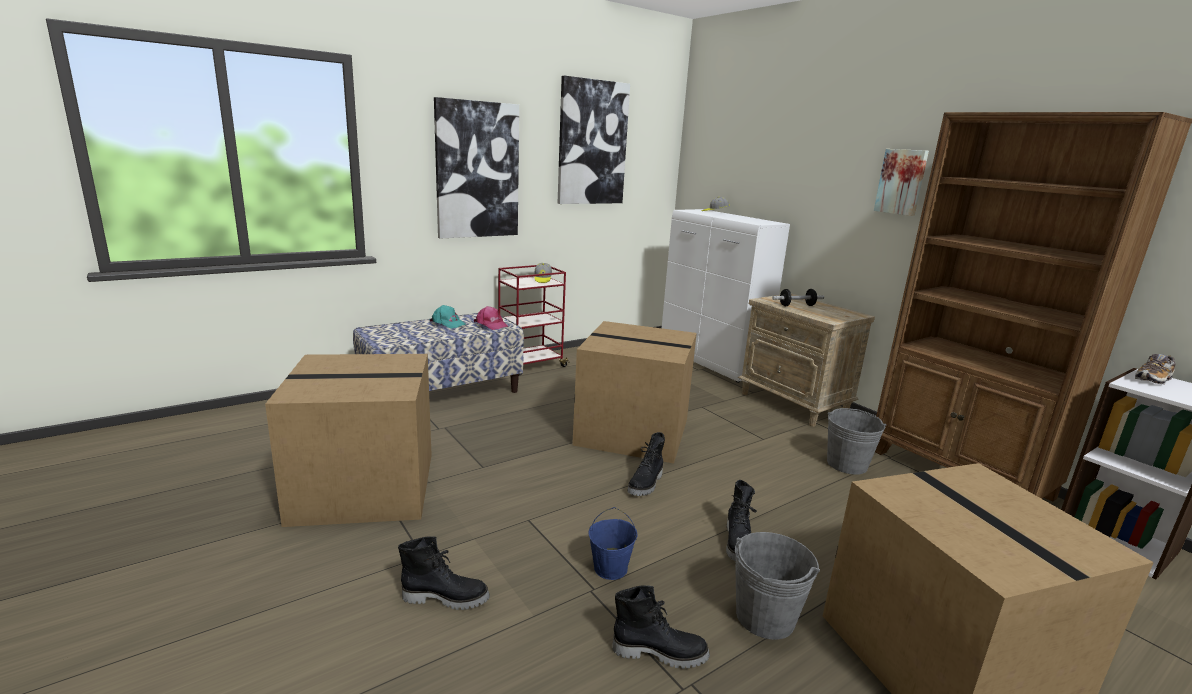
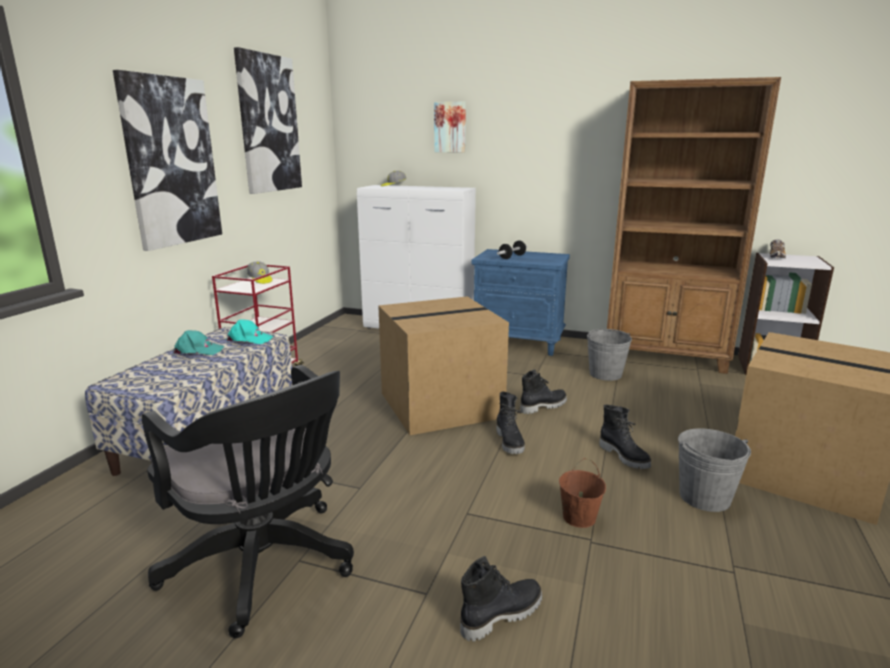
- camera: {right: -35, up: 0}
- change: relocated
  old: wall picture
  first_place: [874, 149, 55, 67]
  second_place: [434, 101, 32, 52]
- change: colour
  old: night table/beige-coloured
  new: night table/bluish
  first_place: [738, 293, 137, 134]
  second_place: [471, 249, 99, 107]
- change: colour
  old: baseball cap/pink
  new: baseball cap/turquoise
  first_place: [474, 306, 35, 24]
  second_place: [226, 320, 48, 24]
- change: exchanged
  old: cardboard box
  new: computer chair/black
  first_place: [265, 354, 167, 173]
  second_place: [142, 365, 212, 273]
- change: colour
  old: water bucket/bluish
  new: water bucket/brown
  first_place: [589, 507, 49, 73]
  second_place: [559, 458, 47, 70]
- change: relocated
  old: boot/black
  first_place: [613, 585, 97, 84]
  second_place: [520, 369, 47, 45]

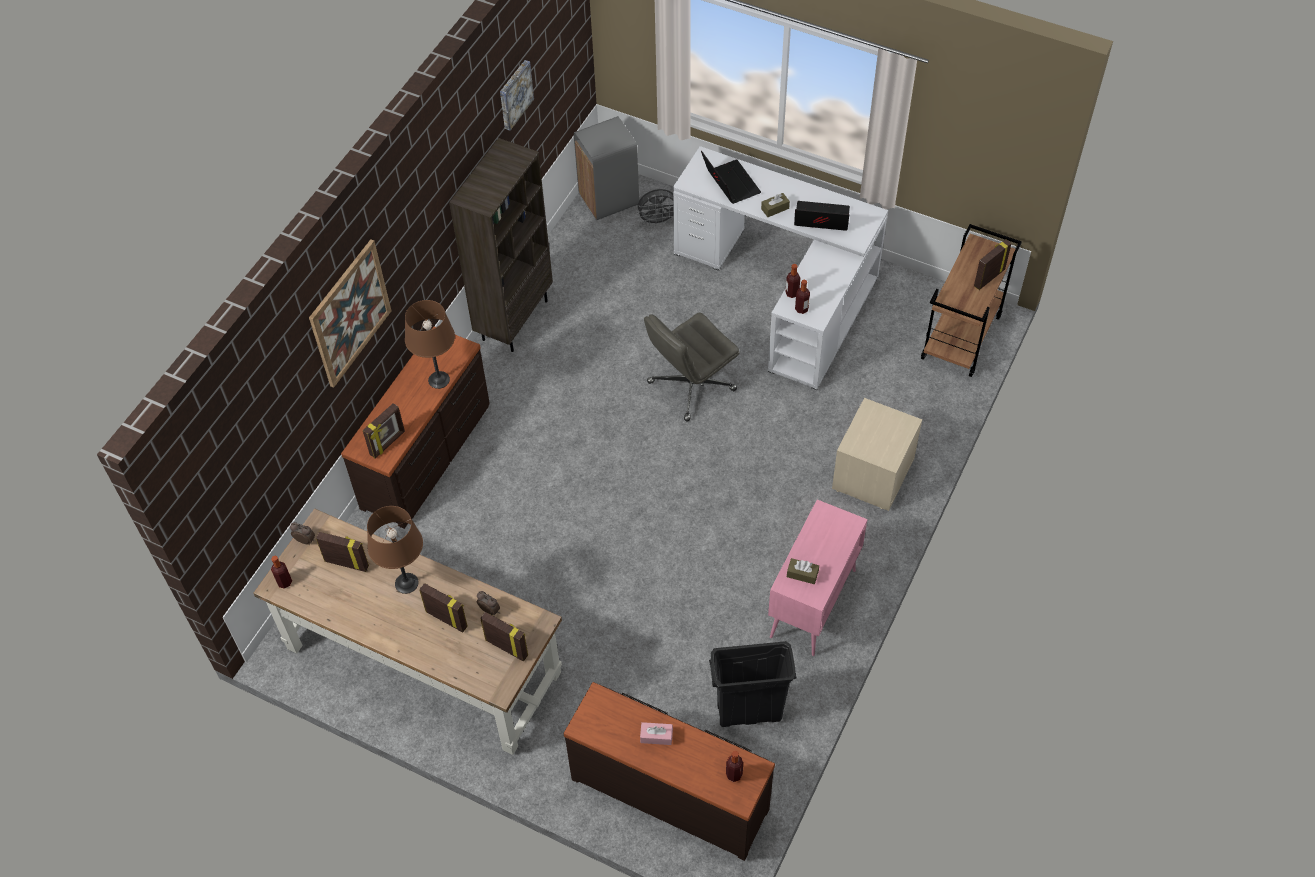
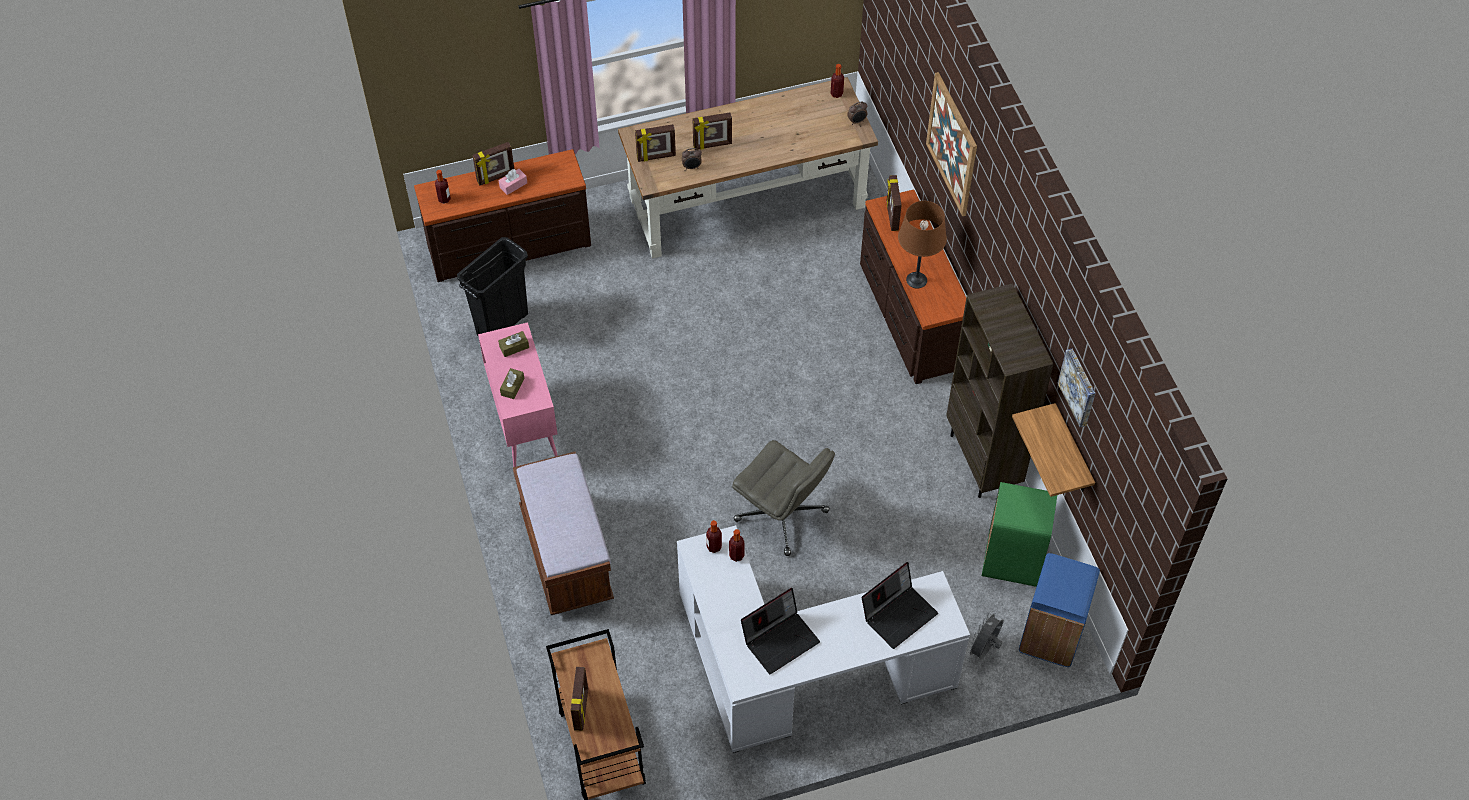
- camera: {right: 135, up: 0}
- change: colour
  old: waste bin/gray
  new: waste bin/bluish
  first_place: [574, 116, 65, 104]
  second_place: [1019, 553, 81, 114]
- change: spun
  old: laptop
  first_place: [701, 150, 60, 54]
  second_place: [862, 562, 76, 87]
  degrees: -60
- change: relocated
  old: tissue holder/brown
  first_place: [761, 193, 29, 24]
  second_place: [500, 368, 24, 31]
- change: spun
  old: computer chair/gray
  first_place: [644, 313, 96, 108]
  second_place: [732, 440, 103, 116]
  degrees: 120
- change: exchanged
  old: night table/beige-coloured
  new: bench/brown
  first_place: [832, 398, 90, 113]
  second_place: [513, 452, 101, 163]
- change: missing
  old: tabletop lamp/brown
  first_place: [367, 506, 56, 88]
- change: relocated
  old: photo frame
  first_place: [316, 532, 53, 40]
  second_place: [472, 142, 42, 44]
- change: appeared
  new: shelf
  second_place: [1012, 403, 83, 94]
- change: appeared
  new: waste bin/green
  second_place: [982, 482, 75, 105]

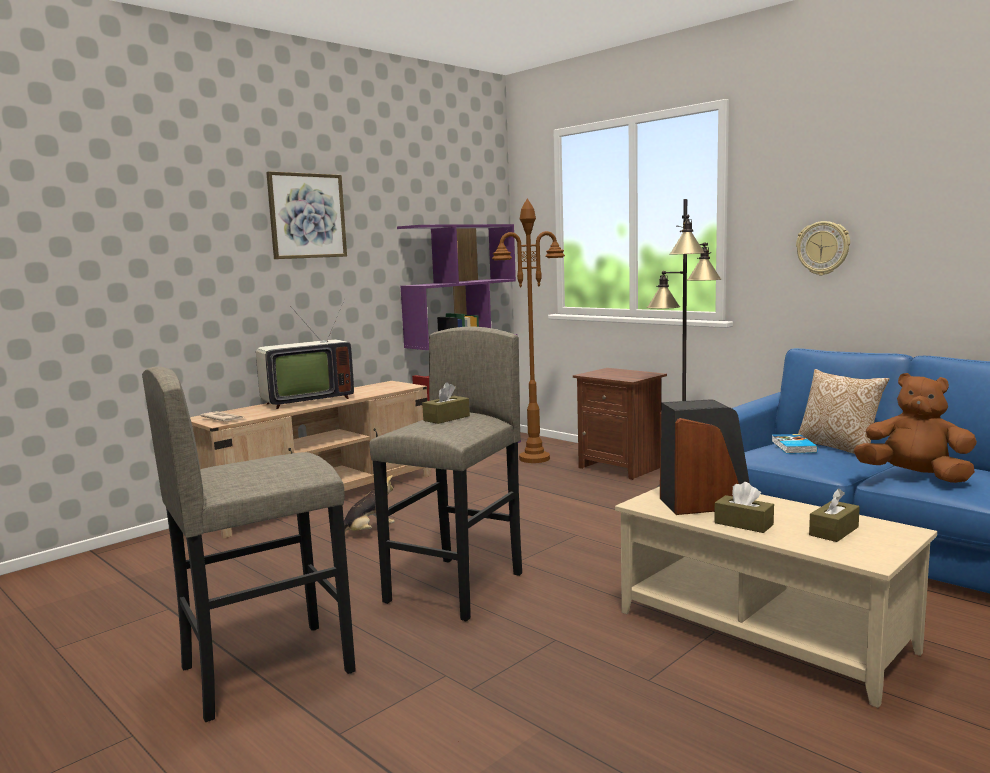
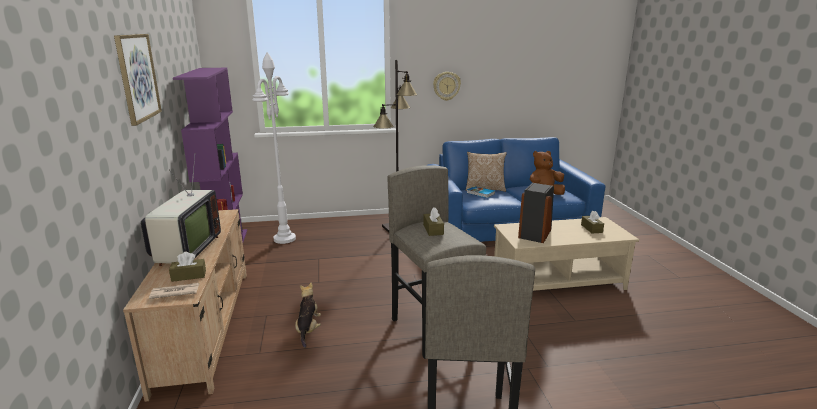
- camera: {right: -55, up: 10}
- change: colour
  old: standing lamp/brown
  new: standing lamp/whitish
  first_place: [492, 198, 73, 265]
  second_place: [252, 52, 44, 192]
- change: missing
  old: night table/brown
  first_place: [573, 368, 94, 112]
- change: relocated
  old: tissue holder/brown
  first_place: [714, 482, 60, 51]
  second_place: [169, 252, 37, 30]

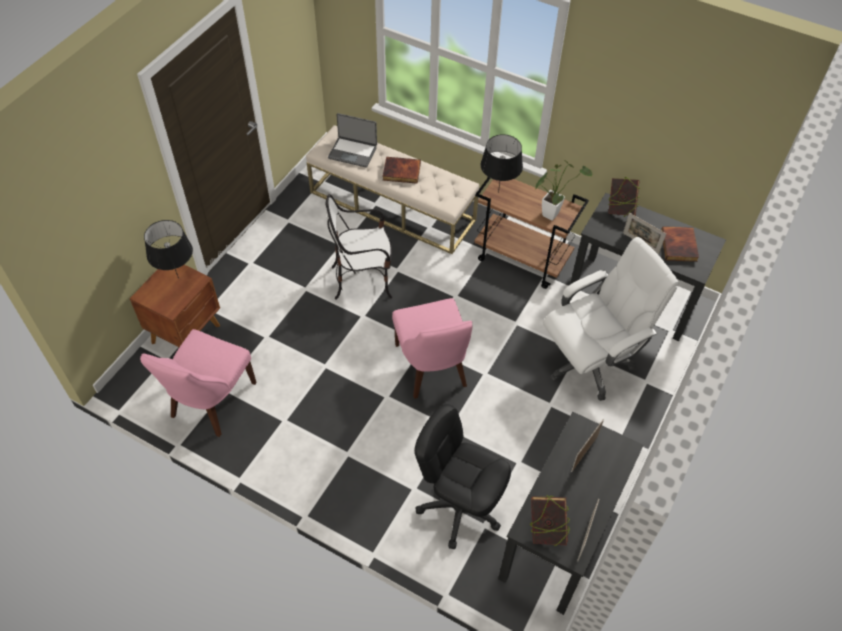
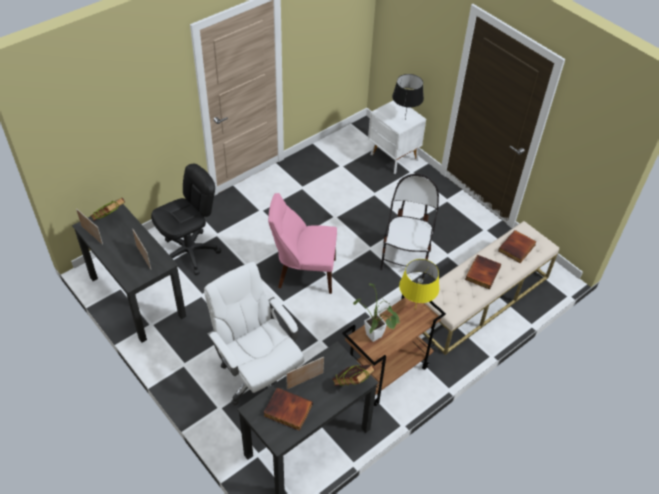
- camera: {right: 110, up: -5}
- change: exchanged
  old: laptop
  new: bound book
  first_place: [328, 113, 49, 55]
  second_place: [498, 230, 38, 33]
- change: colour
  old: tabletop lamp/black
  new: tabletop lamp/yellow
  first_place: [481, 134, 42, 59]
  second_place: [399, 259, 40, 50]
- change: spun
  old: computer chair/whitish
  first_place: [543, 237, 136, 164]
  second_place: [204, 262, 100, 143]
  degrees: 150
- change: colour
  old: night table/brown
  new: night table/whitish
  first_place: [130, 265, 90, 82]
  second_place: [368, 100, 58, 74]
- change: missing
  old: chair/pink
  first_place: [140, 329, 116, 108]

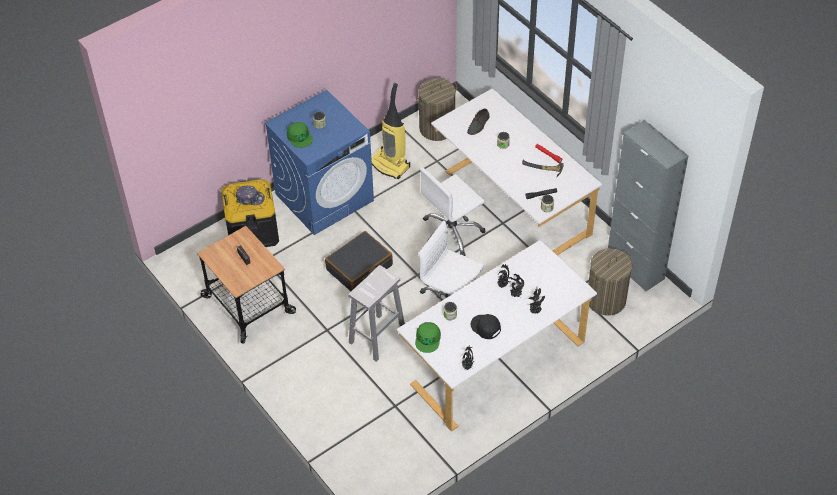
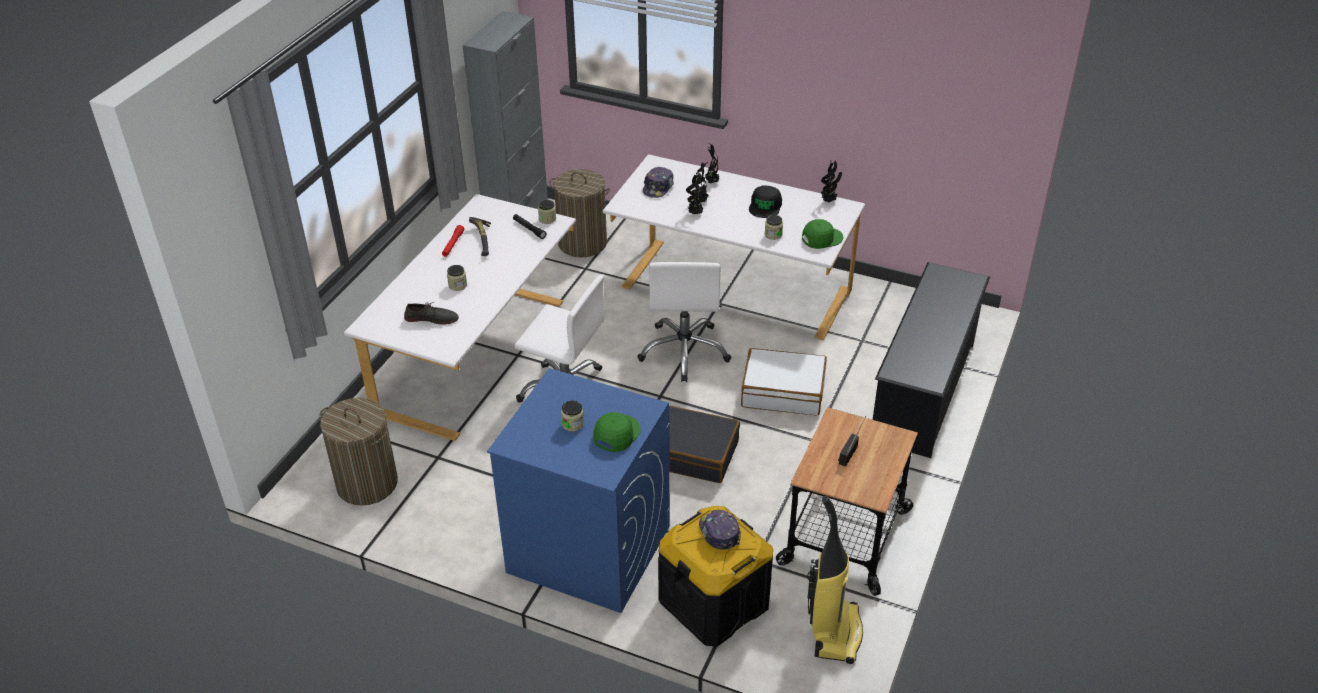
- camera: {right: -120, up: -10}
- change: relocated
  old: vacuum cleaner
  first_place: [371, 83, 39, 96]
  second_place: [807, 496, 56, 168]
- change: exchanged
  old: sitting stool/whitish
  new: suitcase/whitish
  first_place: [348, 265, 57, 97]
  second_place: [741, 348, 86, 67]
- change: appeared
  new: baseball cap
  second_place: [643, 167, 31, 31]
- change: appeared
  new: shoe shelf/black
  second_place: [873, 262, 117, 196]

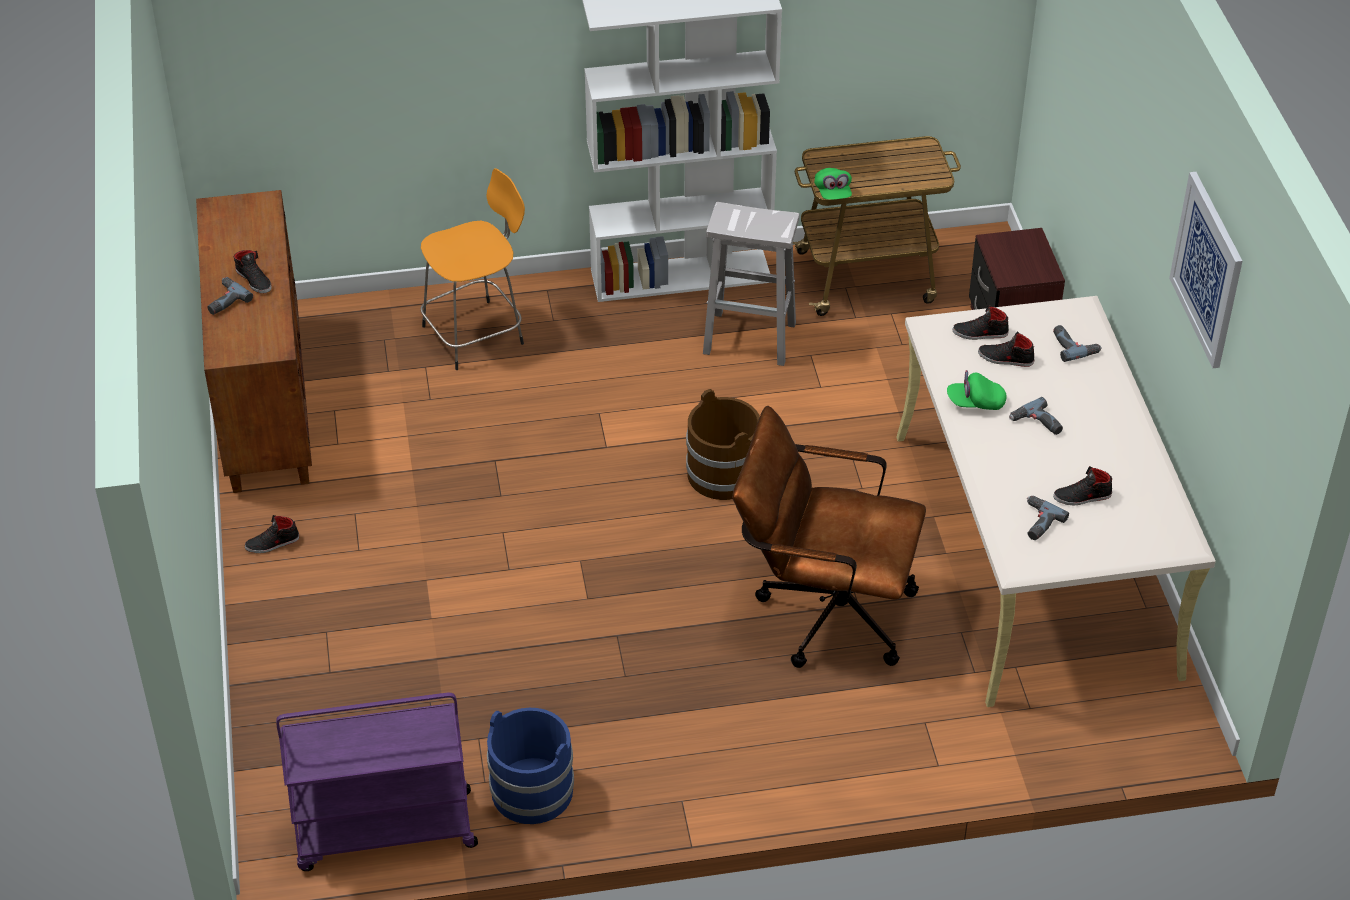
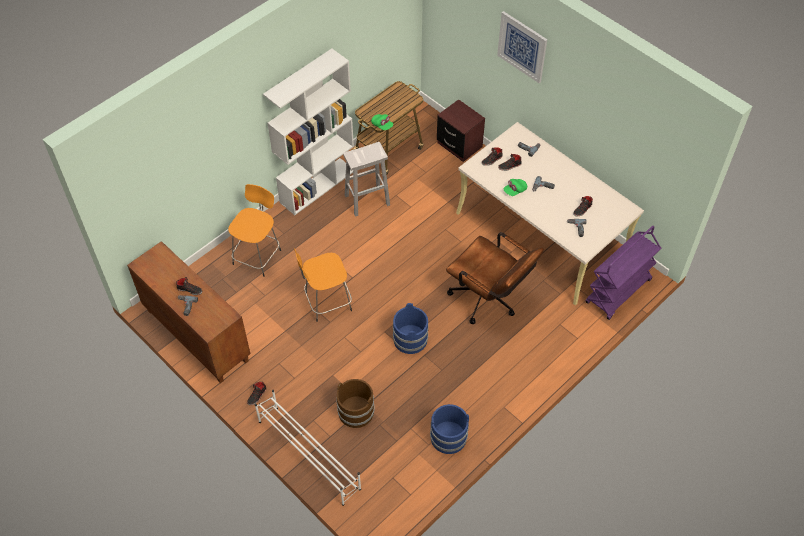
- camera: {right: -35, up: 10}
- change: relocated
  old: wall picture
  first_place: [1169, 172, 73, 196]
  second_place: [497, 11, 50, 72]
- change: relocated
  old: water bucket/brown
  first_place: [686, 389, 74, 111]
  second_place: [336, 379, 38, 49]
- change: spun
  old: computer chair/brown
  first_place: [732, 406, 194, 262]
  second_place: [446, 232, 98, 92]
  degrees: -120
- change: relocated
  old: wheeled cart/purple-coloured
  first_place: [276, 693, 202, 178]
  second_place: [585, 226, 76, 94]
- change: appeared
  new: sitting stool/orangey
  second_place: [294, 248, 58, 74]
- change: appeared
  new: water bucket/bluish
  second_place: [393, 303, 36, 51]
- change: appeared
  new: shoe shelf/whitish
  second_place: [255, 390, 106, 116]

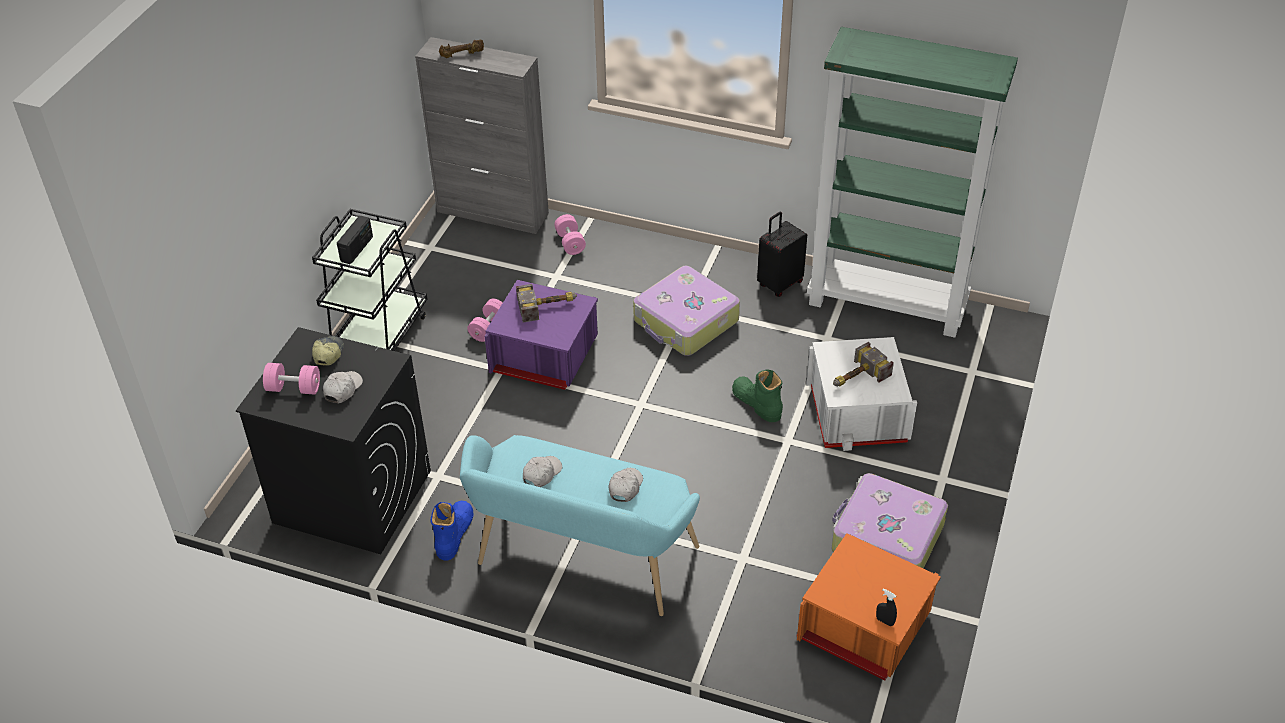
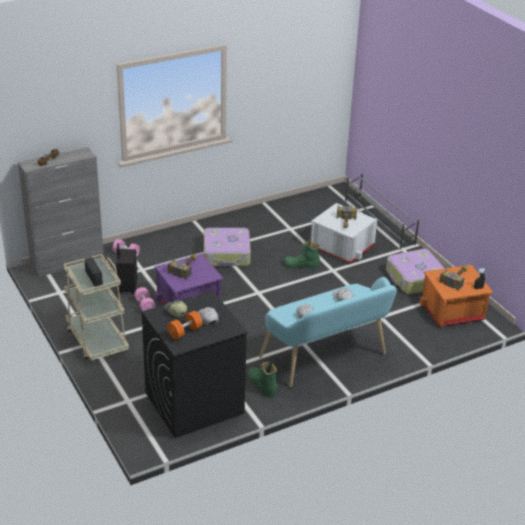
- camera: {right: -50, up: -10}
- change: missing
  old: bookshelf/green
  first_place: [807, 27, 211, 311]
- change: colour
  old: wheeled cart/black
  new: wheeled cart/beige-coloured
  first_place: [312, 209, 115, 142]
  second_place: [64, 254, 65, 107]
- change: relocated
  old: suitcase/black
  first_place: [757, 212, 50, 85]
  second_place: [116, 243, 21, 51]
- change: colour
  old: free weight/pink
  new: free weight/orangey
  first_place: [263, 363, 57, 31]
  second_place: [167, 311, 36, 28]
- change: colour
  old: boot/bluish
  new: boot/green
  first_place: [431, 501, 42, 60]
  second_place: [248, 361, 29, 36]
- change: appeared
  new: shoe shelf/gray
  second_place: [345, 173, 74, 77]
- change: appeared
  new: tool hammer
  second_place: [439, 266, 29, 24]

